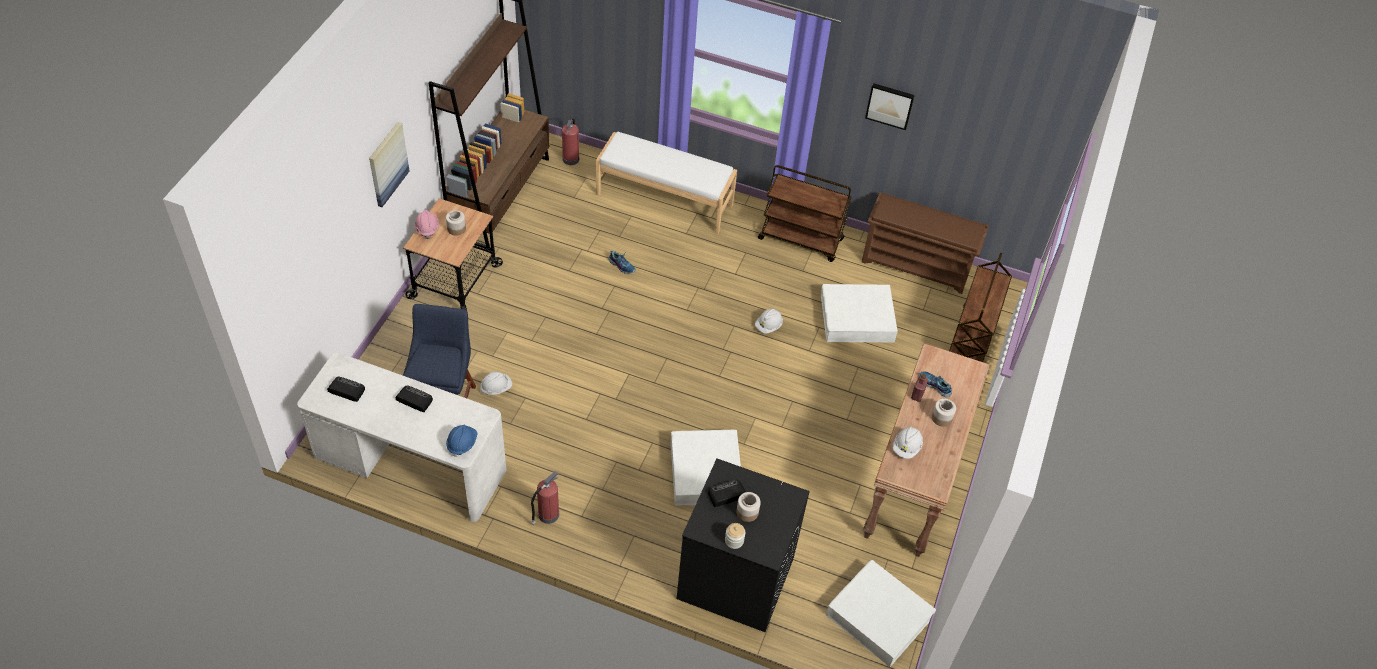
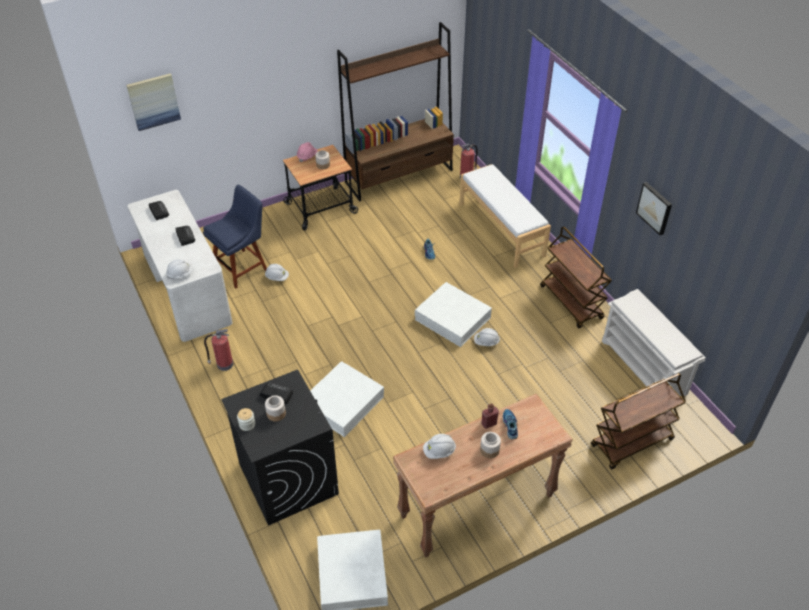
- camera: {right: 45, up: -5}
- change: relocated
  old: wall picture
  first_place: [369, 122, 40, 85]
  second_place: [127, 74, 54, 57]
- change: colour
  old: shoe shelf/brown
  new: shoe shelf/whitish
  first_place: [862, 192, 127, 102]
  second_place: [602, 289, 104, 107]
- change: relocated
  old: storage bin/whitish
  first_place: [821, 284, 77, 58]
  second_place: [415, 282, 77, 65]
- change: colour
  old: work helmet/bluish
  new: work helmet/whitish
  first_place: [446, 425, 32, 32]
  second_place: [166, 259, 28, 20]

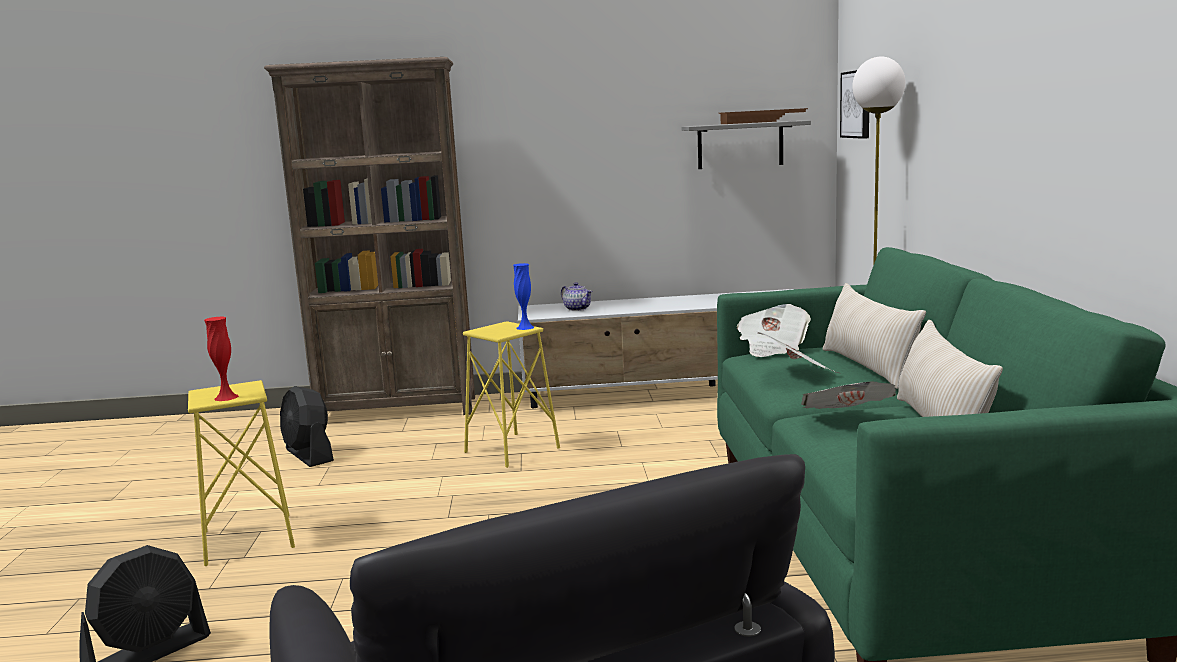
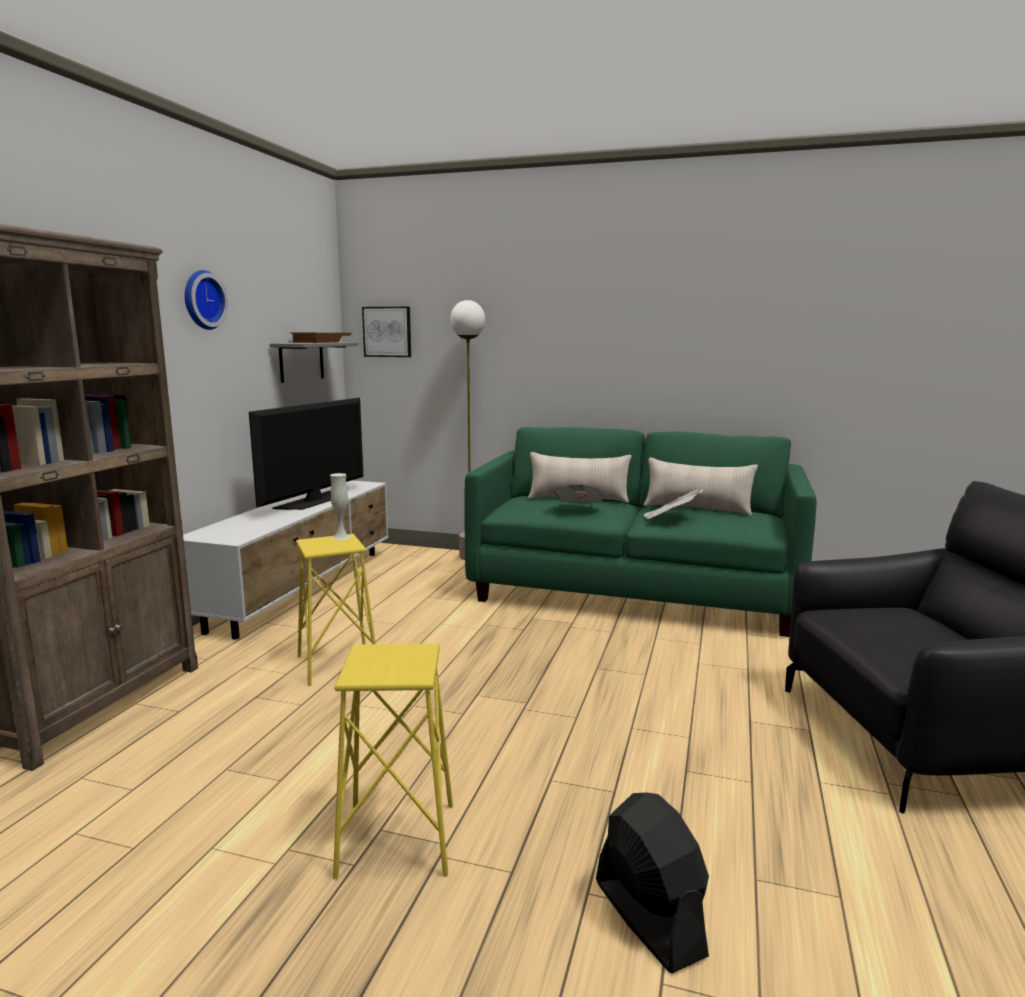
- camera: {right: -70, up: 0}
- change: colour
  old: vase/bluish
  new: vase/whitish
  first_place: [513, 263, 21, 67]
  second_place: [330, 473, 21, 67]
- change: missing
  old: pot for tea
  first_place: [561, 282, 31, 29]
- change: missing
  old: printed paper
  first_place: [737, 304, 74, 53]
- change: missing
  old: vase/red-coloured
  first_place: [204, 317, 35, 84]
- change: missing
  old: cooling fan/black
  first_place: [280, 386, 54, 81]
- change: appeared
  new: clock on the wall
  second_place: [185, 270, 43, 60]
- change: appeared
  new: television
  second_place: [249, 398, 115, 112]

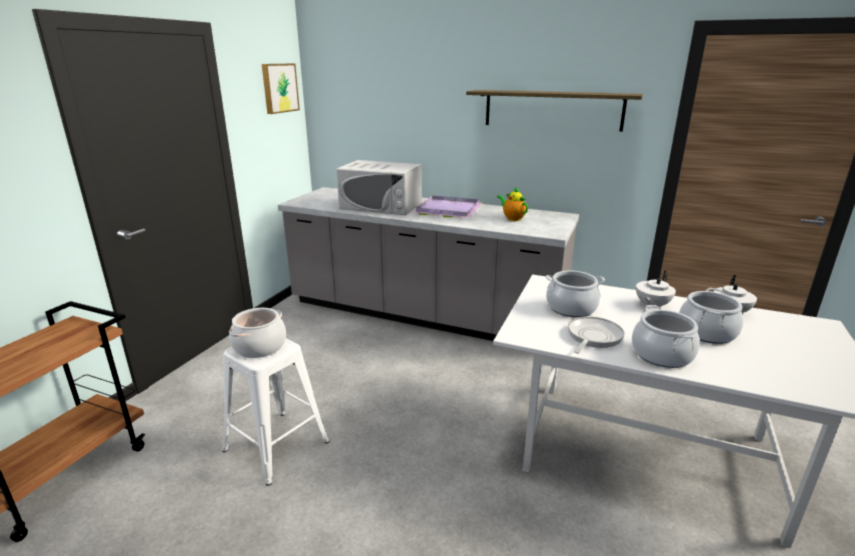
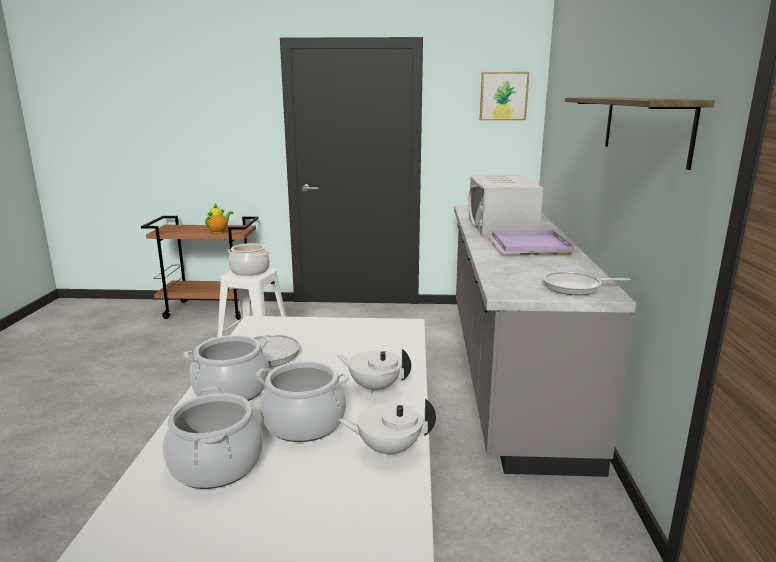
- camera: {right: 70, up: -5}
- change: relocated
  old: pot for tea
  first_place: [497, 187, 31, 34]
  second_place: [205, 203, 28, 31]
- change: relocated
  old: cooking pot
  first_place: [546, 270, 59, 47]
  second_place: [163, 386, 100, 103]
- change: appeared
  new: frying pan
  second_place: [543, 272, 88, 23]

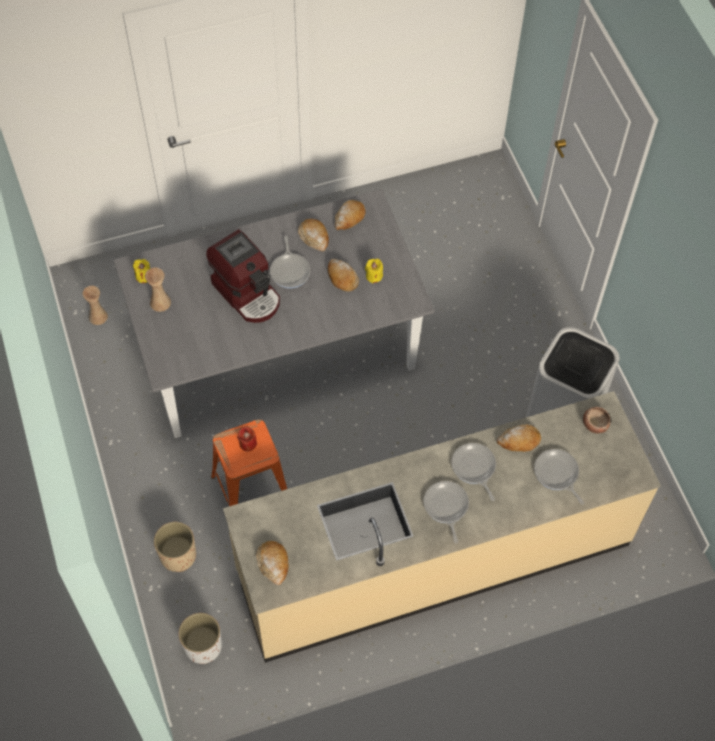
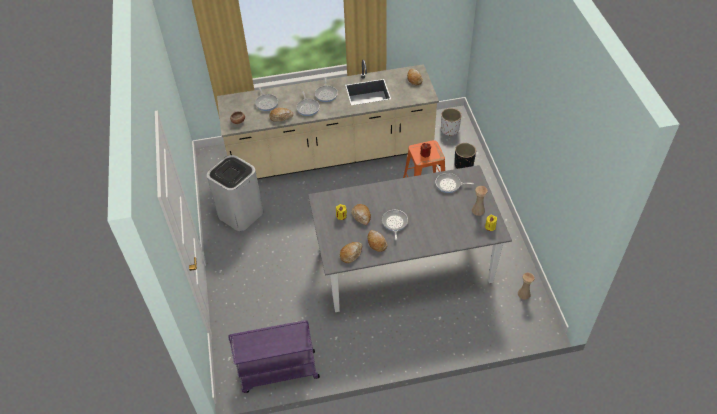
- camera: {right: -170, up: -10}
- change: missing
  old: coffee machine
  first_place: [206, 229, 74, 94]
- change: colour
  old: planter/beige-coloured
  new: planter/black
  first_place: [154, 522, 42, 50]
  second_place: [454, 143, 22, 26]
- change: appeared
  new: frying pan
  second_place: [435, 173, 39, 20]
- change: appeared
  new: wheeled cart/purple-coloured
  second_place: [228, 320, 92, 73]

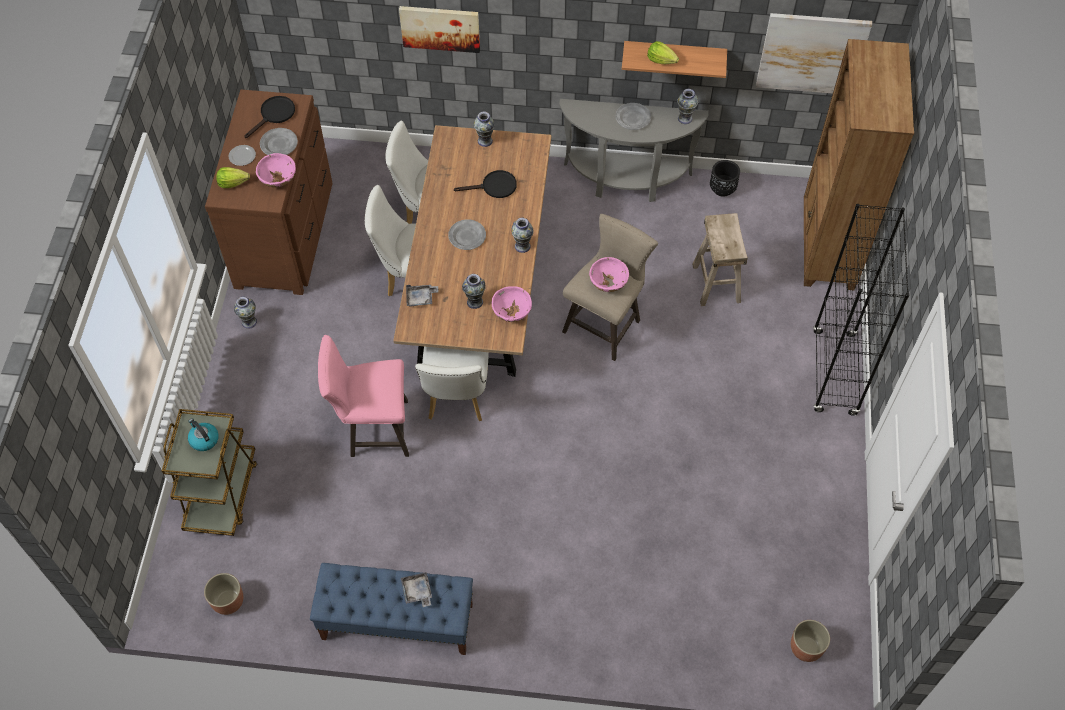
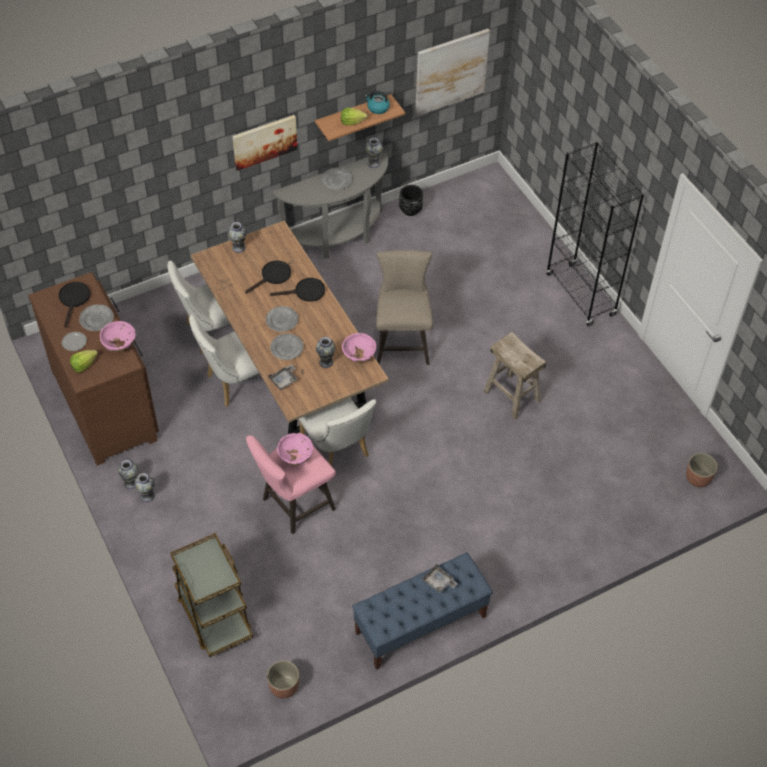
- camera: {right: -35, up: -5}
- change: relocated
  old: wall picture
  first_place: [399, 6, 81, 47]
  second_place: [232, 115, 65, 56]
- change: missing
  old: bookshelf/brown
  first_place: [804, 39, 110, 251]
- change: relocated
  old: sitting stool/beige-coloured
  first_place: [692, 213, 56, 93]
  second_place: [484, 332, 62, 88]
- change: relocated
  old: vase
  first_place: [511, 218, 23, 35]
  second_place: [134, 473, 21, 29]
- change: relocated
  old: bowl/pink
  first_place: [589, 257, 40, 35]
  second_place: [277, 433, 36, 33]
- change: relocated
  old: kettle
  first_place: [188, 418, 31, 33]
  second_place: [364, 91, 26, 23]
- change: appeared
  new: frying pan/black
  second_place: [270, 278, 55, 24]
- change: appeared
  new: plate/gray
  second_place: [270, 334, 34, 26]

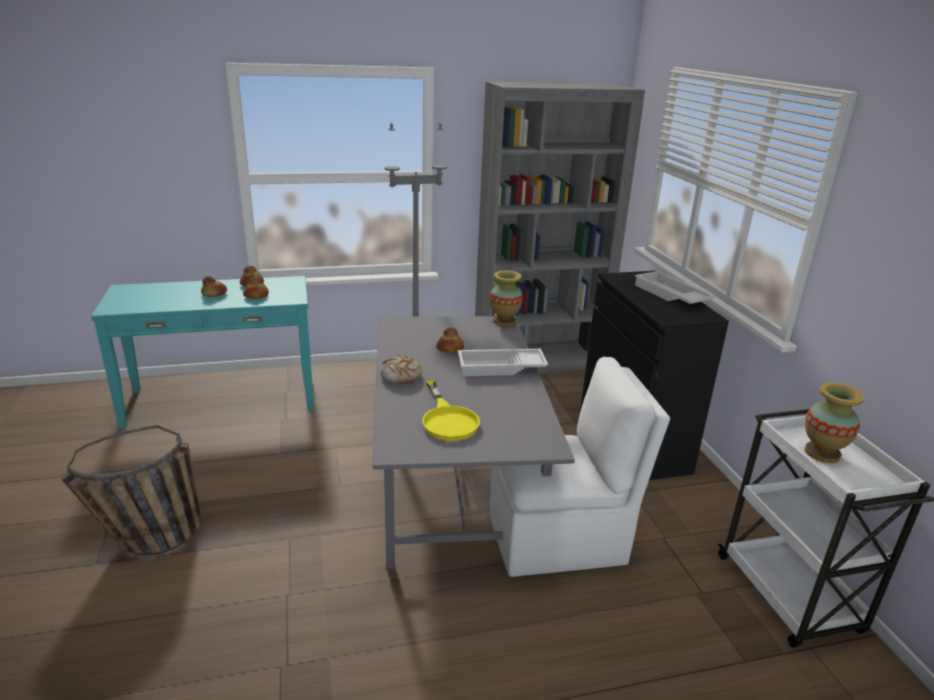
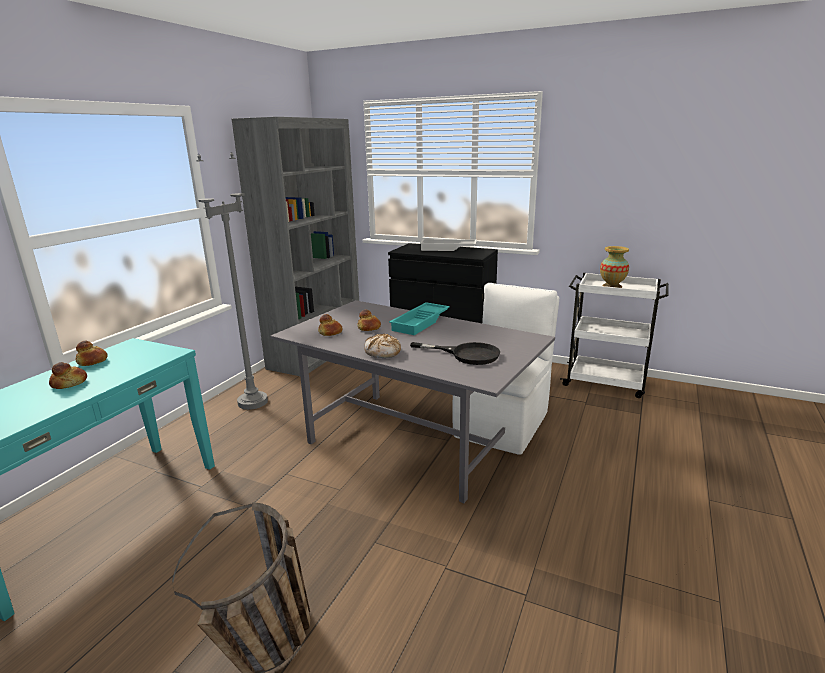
- camera: {right: -50, up: -5}
- change: missing
  old: vase
  first_place: [490, 271, 33, 55]
- change: relocated
  old: bread
  first_place: [243, 277, 26, 22]
  second_place: [318, 314, 25, 22]
- change: colour
  old: carrying tray/whitish
  new: carrying tray/turquoise
  first_place: [458, 349, 90, 27]
  second_place: [389, 302, 61, 33]
- change: colour
  old: frying pan/yellow
  new: frying pan/black
  first_place: [422, 381, 58, 60]
  second_place: [410, 342, 90, 23]

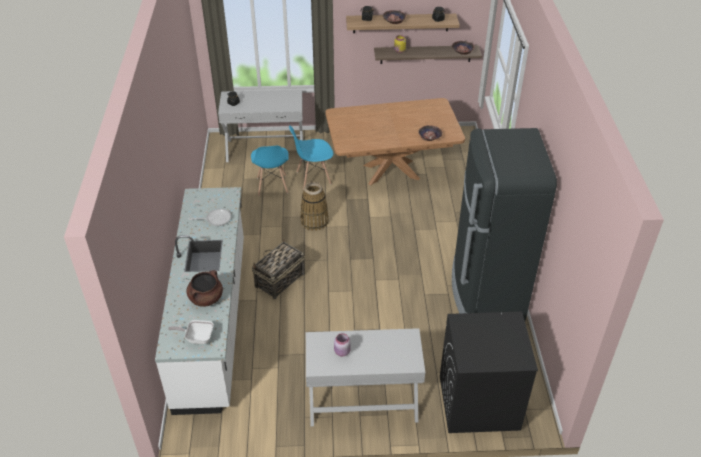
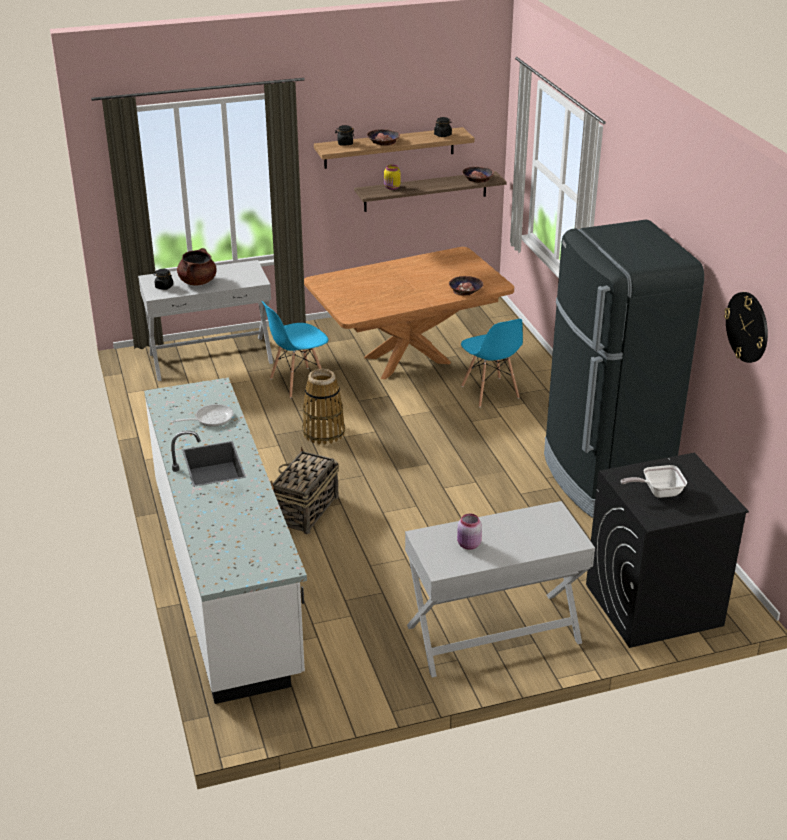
- camera: {right: -15, up: -10}
- change: relocated
  old: chair/bluish
  first_place: [251, 146, 38, 50]
  second_place: [461, 319, 62, 88]
- change: relocated
  old: cooking pot/brown
  first_place: [186, 270, 37, 37]
  second_place: [177, 248, 40, 38]
- change: relocated
  old: frying pan
  first_place: [168, 320, 46, 24]
  second_place: [621, 465, 66, 33]
- change: appeared
  new: clock on the wall
  second_place: [724, 292, 44, 71]

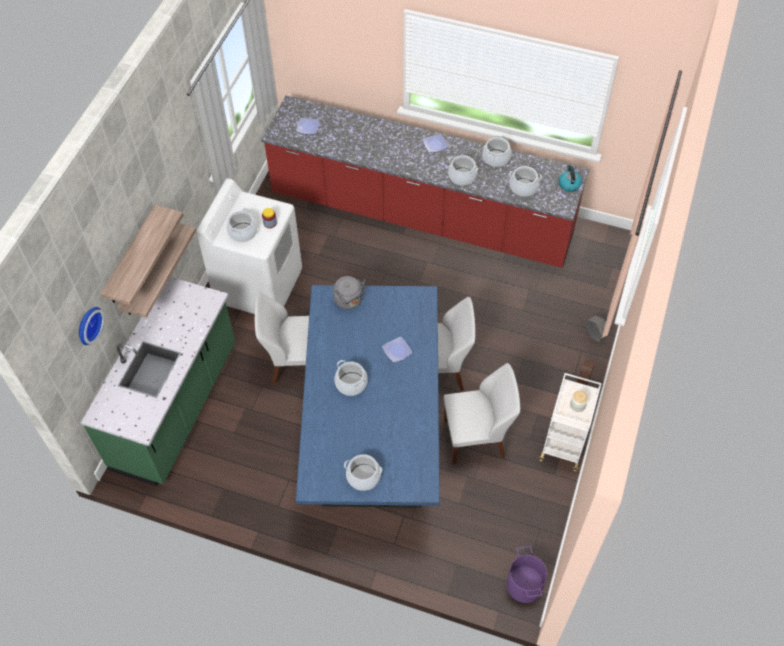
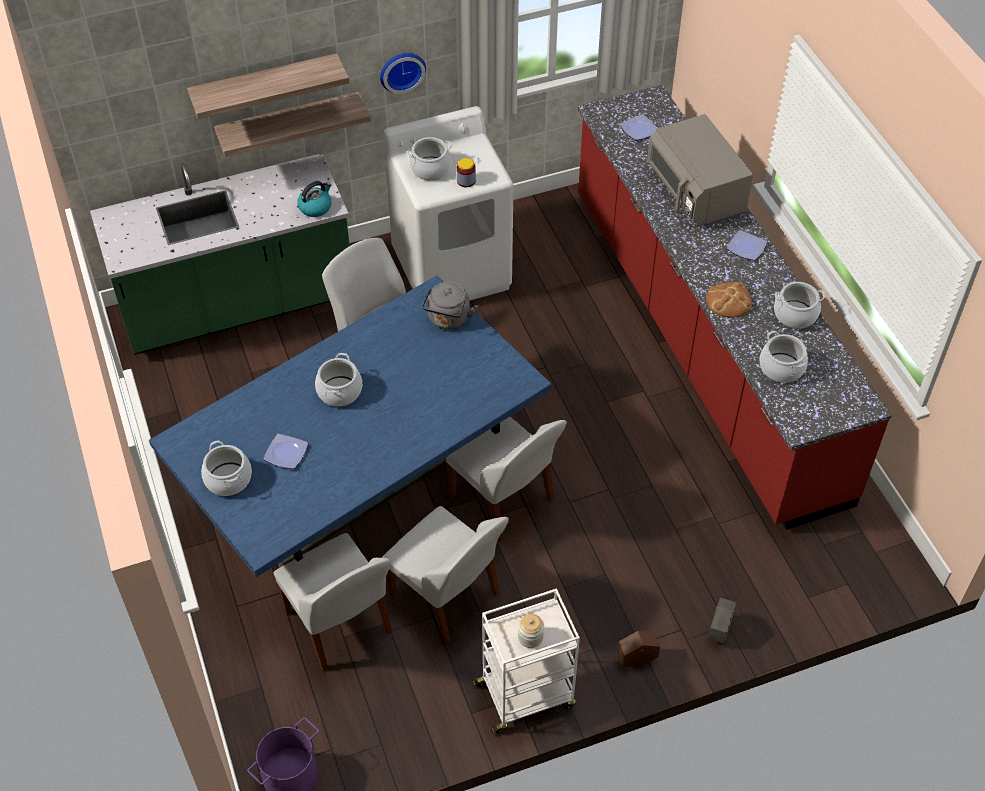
- camera: {right: 50, up: -5}
- change: exchanged
  old: cooking pot
  new: bread
  first_place: [448, 155, 30, 31]
  second_place: [706, 282, 46, 35]
- change: relocated
  old: kettle
  first_place: [559, 165, 23, 27]
  second_place: [297, 181, 35, 36]
- change: relocated
  old: clock on the wall
  first_place: [79, 307, 25, 38]
  second_place: [380, 53, 46, 41]
- change: relocated
  old: plate
  first_place: [382, 337, 31, 26]
  second_place: [263, 434, 45, 35]
- change: appeared
  new: microwave/gray
  second_place: [647, 114, 106, 112]
- change: appeared
  new: chair/whitish
  second_place: [274, 533, 118, 139]

